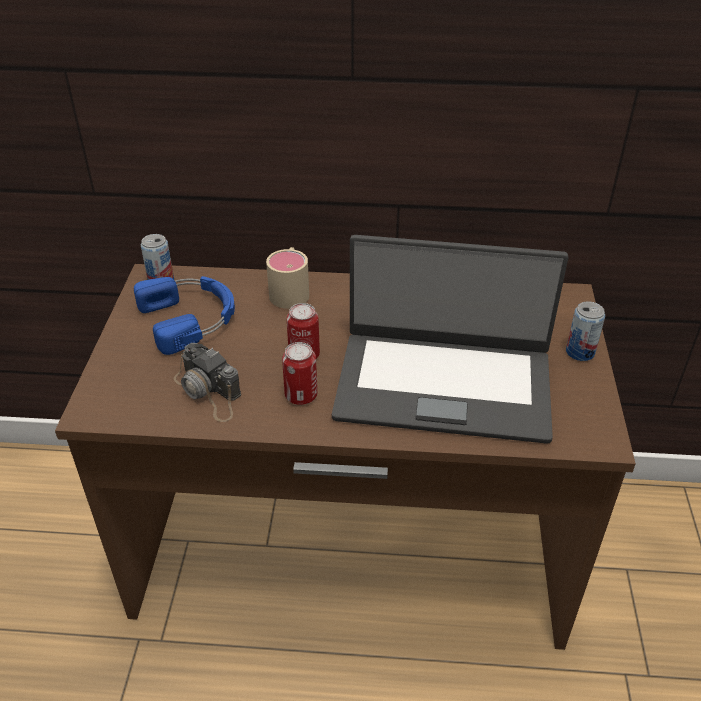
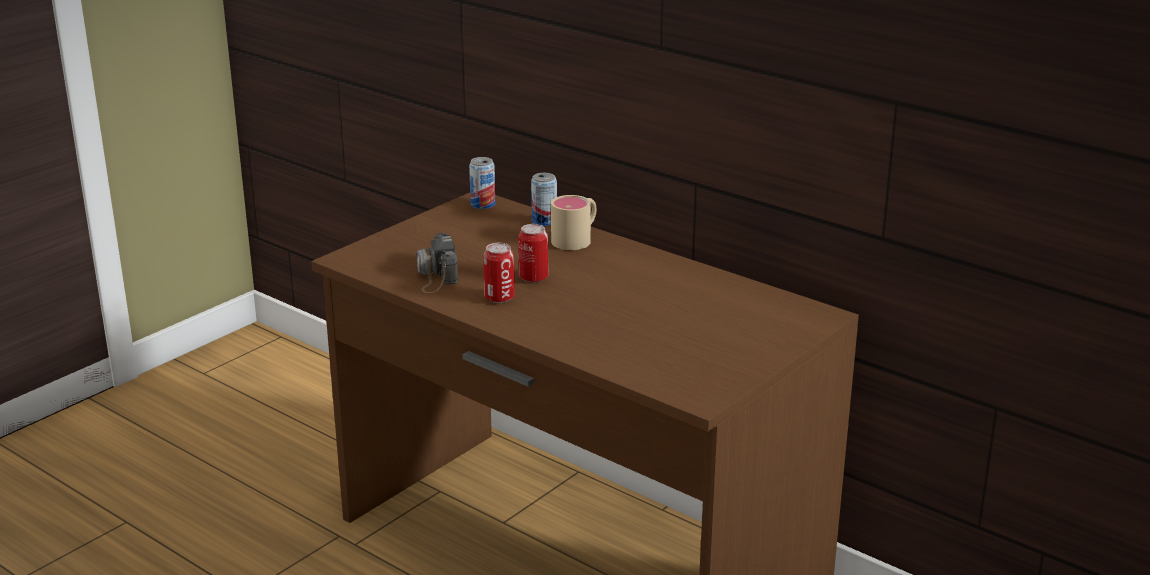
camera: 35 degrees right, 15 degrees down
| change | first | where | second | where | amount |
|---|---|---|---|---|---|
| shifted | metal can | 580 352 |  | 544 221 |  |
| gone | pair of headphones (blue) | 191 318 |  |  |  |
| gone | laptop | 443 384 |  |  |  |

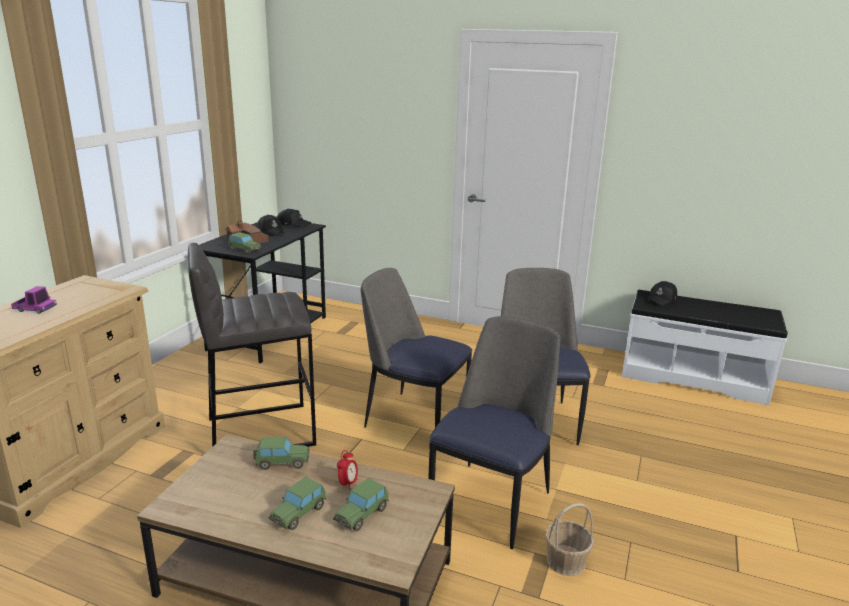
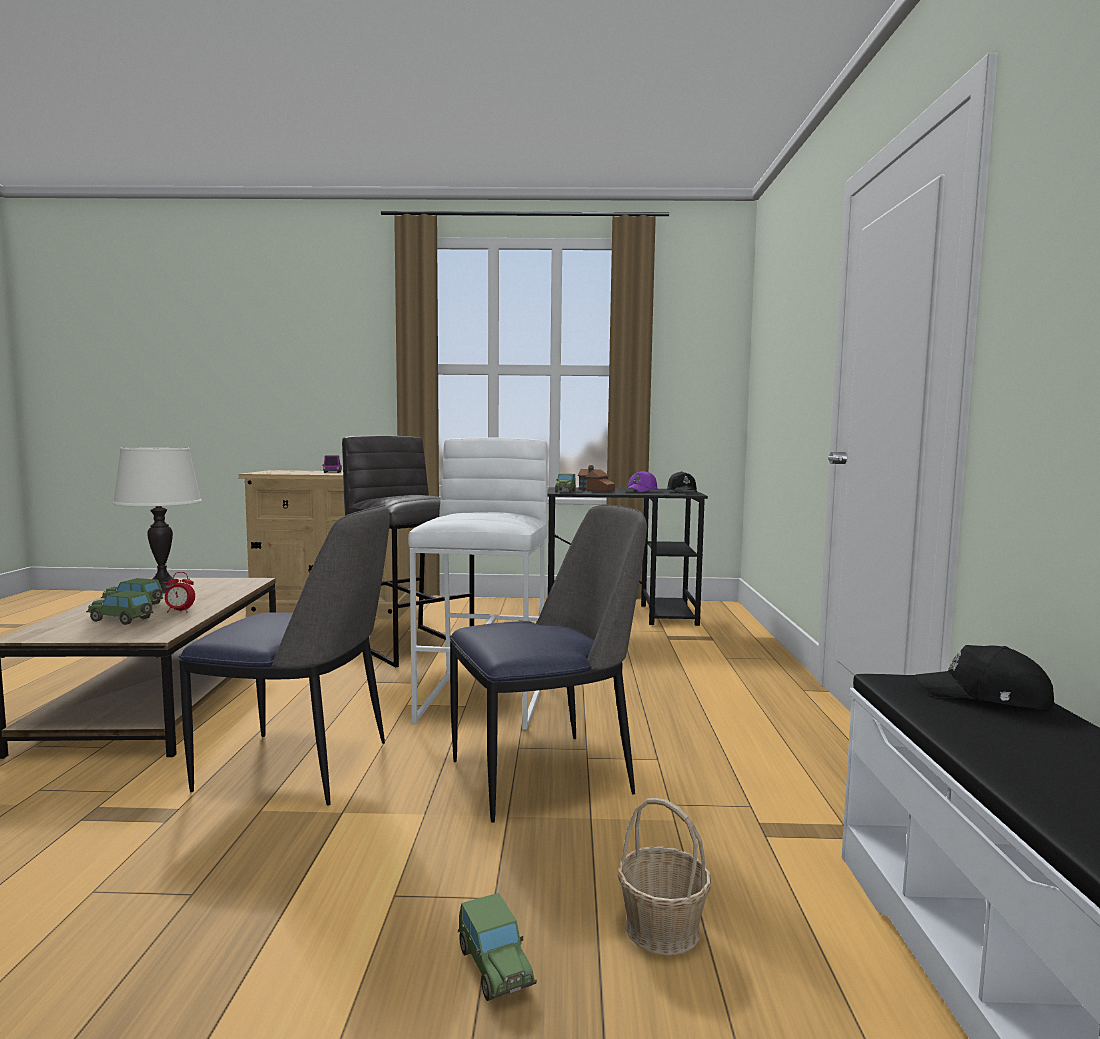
camera: 70 degrees right, 15 degrees down
| change | first | where | second | where | amount |
|---|---|---|---|---|---|
| new |  |  | tabletop lamp (whitish) | 162 589 |  |
| swapped | upright chair | 413 419 | stool seat (whitish) | 485 699 |  |
| shifted | miniature car | 282 462 |  | 494 966 |  |
| shifted | basket | 565 561 |  | 662 928 |  |
| repainted | baseball cap (black) | 271 231 | baseball cap (purple-coloured) | 641 491 |  |

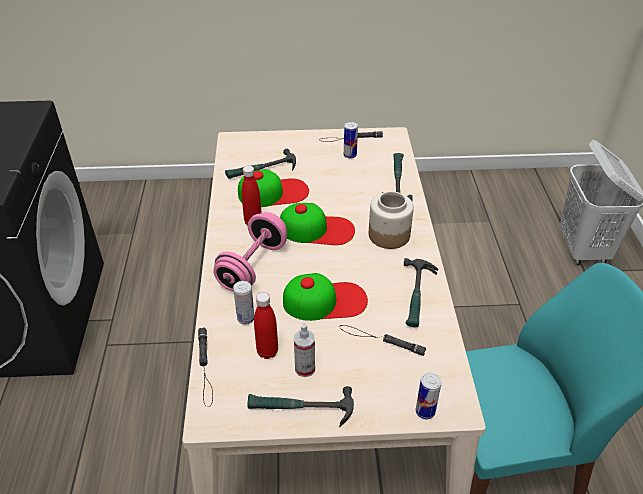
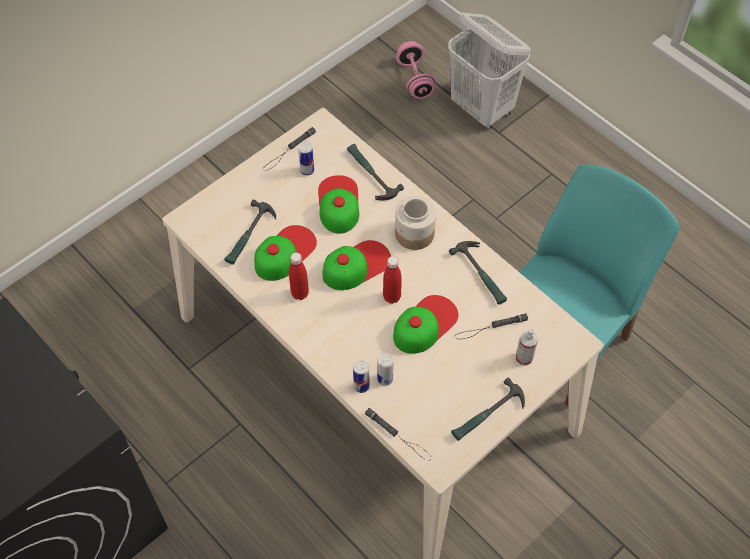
camera: 40 degrees left, 15 degrees up
| change | first | where | second | where | amount |
|---|---|---|---|---|---|
| new |  |  | baseball cap | 338 204 |  |
| shifted | metal can | 425 411 |  | 361 386 |  |
| shifted | beverage bottle (red-coloured) | 267 352 |  | 392 297 |  |
| shifted | hand weight (pink-coloured) | 253 266 |  | 415 79 |  |
| shifted | hand sprayer | 305 368 |  | 524 358 |  |

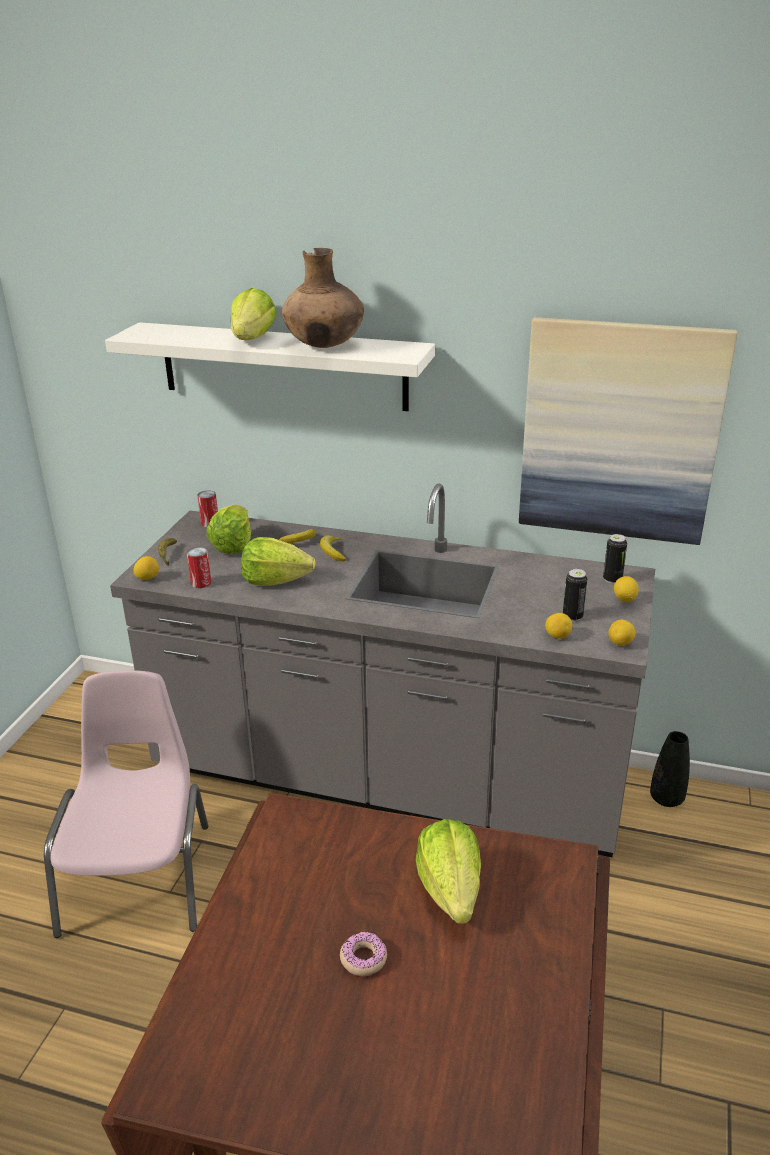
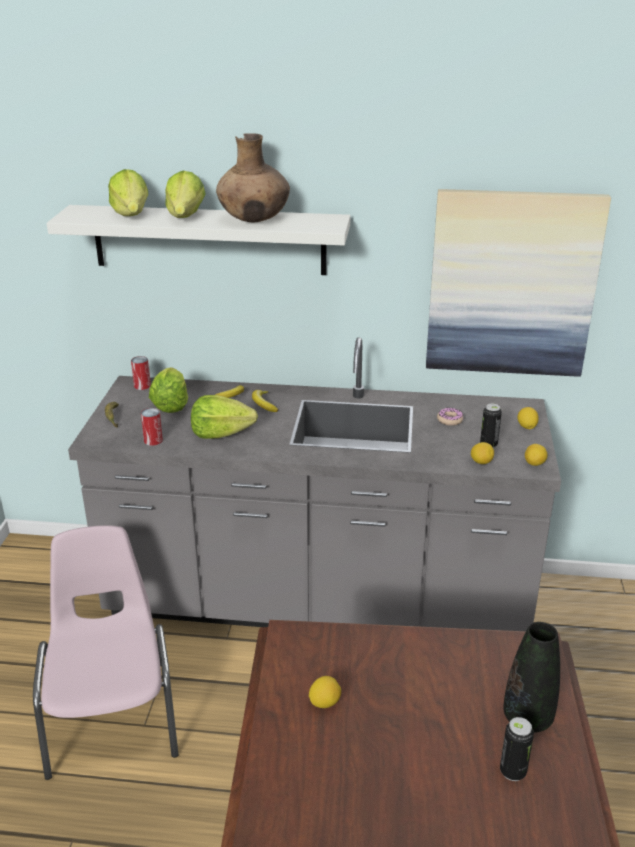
camera: 10 degrees left, 0 degrees up
| change | first | where | second | where | amount |
|---|---|---|---|---|---|
| shifted | lettuce | 450 890 |  | 131 215 |  |
| shifted | citrus fruit | 147 578 |  | 324 702 |  |
| shifted | donut | 363 958 |  | 449 420 |  |
| shifted | metal can | 612 579 |  | 512 771 |  |
| shifted | flower vase (black) | 666 799 |  | 527 718 |  |

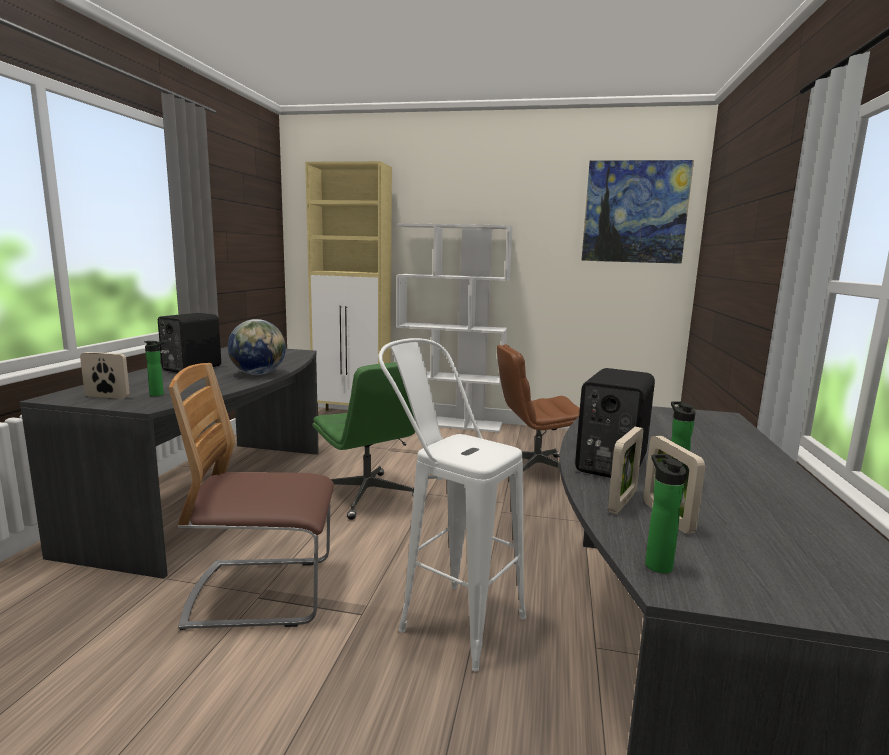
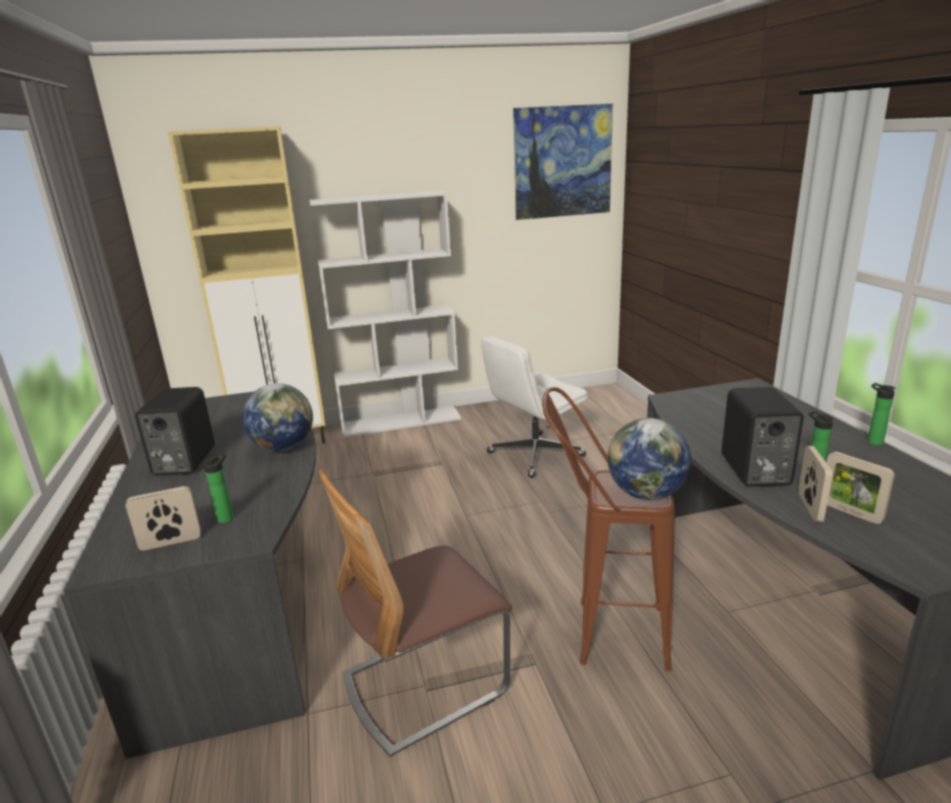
camera: 25 degrees left, 10 degrees up
| change | first | where | second | where | amount |
|---|---|---|---|---|---|
| repainted | office chair (brown-coloured) | 535 470 | office chair (whitish) | 534 455 |  |
| repainted | stool seat (whitish) | 447 616 | stool seat (brown-coloured) | 604 633 |  |
| new |  |  | world globe | 646 494 |  |
| shifted | beverage bottle | 656 564 |  | 872 441 |  |
| gone | office chair (green) | 368 496 |  |  |  |

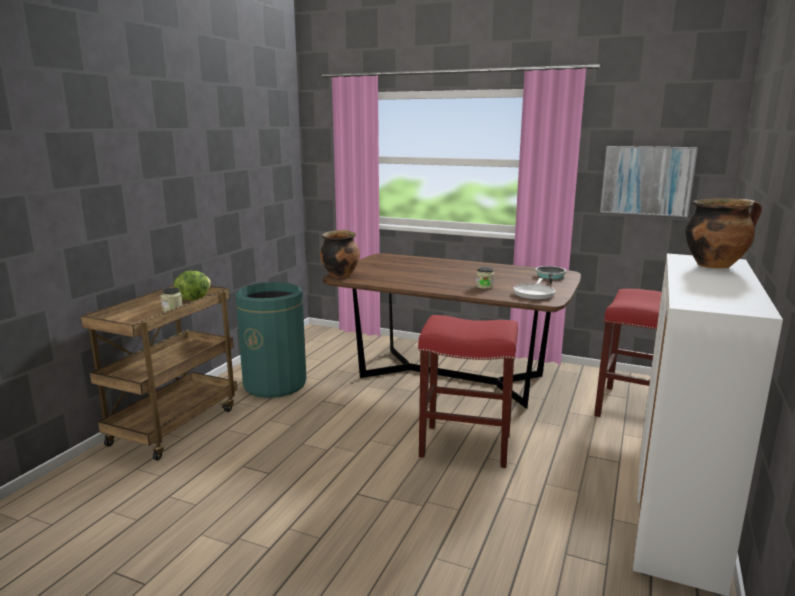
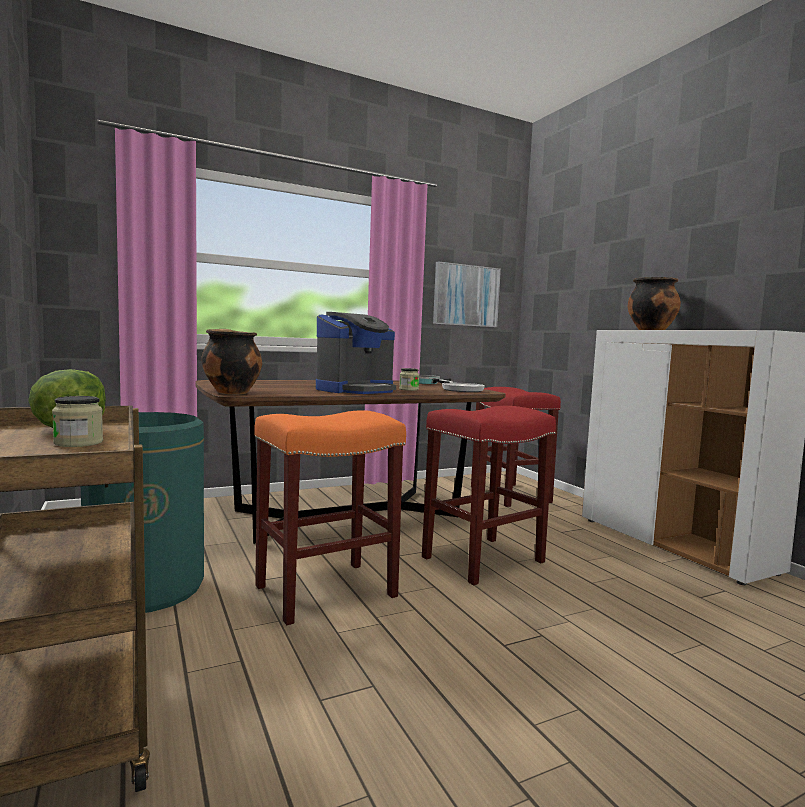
camera: 50 degrees left, 10 degrees down
| change | first | where | second | where | amount |
|---|---|---|---|---|---|
| new |  |  | stool seat (orange) | 324 592 |  |
| new |  |  | coffee machine | 356 390 |  |

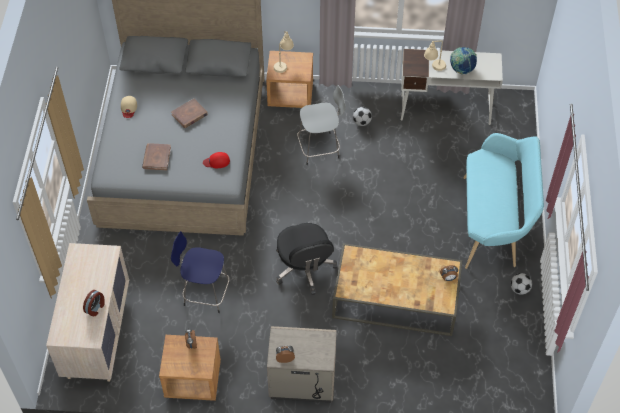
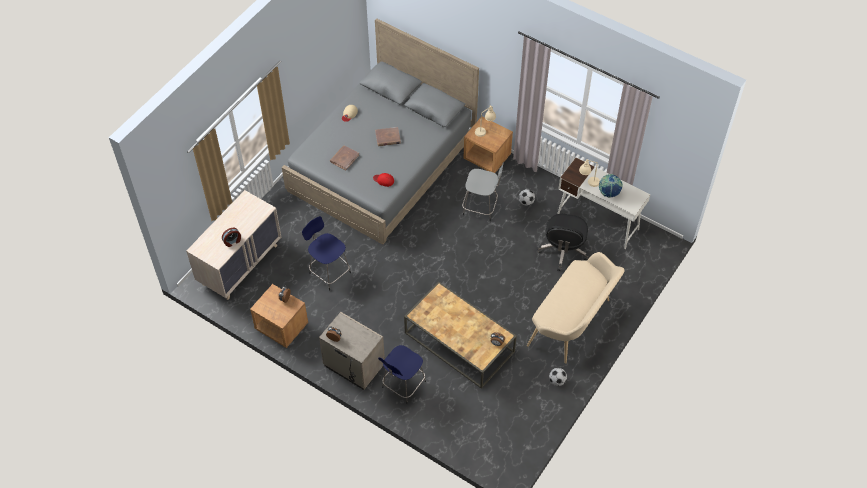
camera: 30 degrees right, 0 degrees up
| change | first | where | second | where | amount |
|---|---|---|---|---|---|
| new |  |  | stool seat (blue) | 403 385 |  |
| repainted | indoor bench (blue-green) | 494 223 | indoor bench (beige) | 573 324 |  |
| shifted | office chair (black) | 304 268 |  | 563 250 |  |

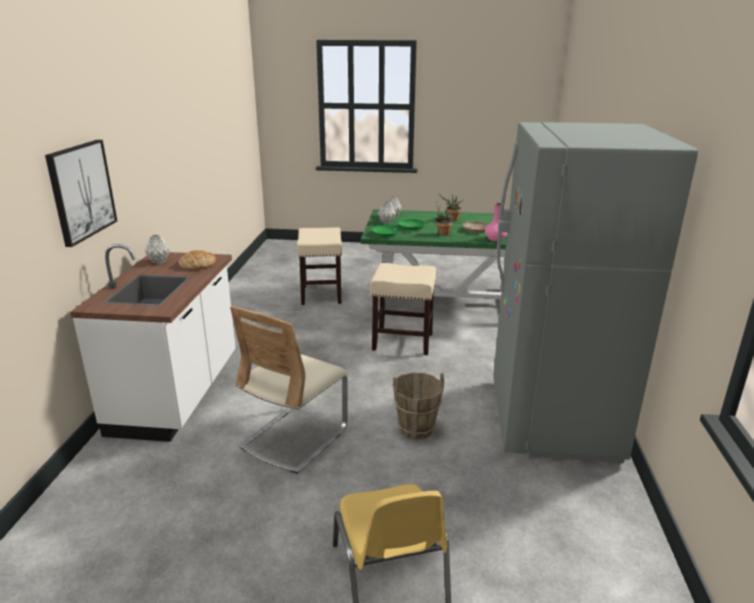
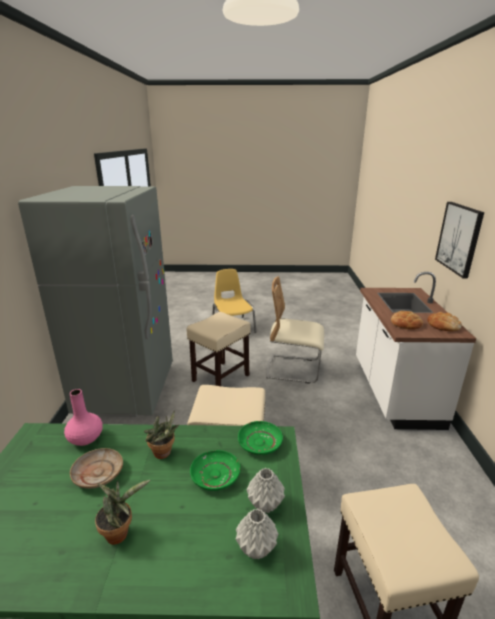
camera: 175 degrees right, 0 degrees up
| change | first | where | second | where | amount |
|---|---|---|---|---|---|
| swapped | bucket (brown-coloured) | 416 428 | stool seat (beige) | 220 378 |  |
| rotated | upright chair (beige) | 294 438 |  | 293 369 | 105 degrees counterclockwise |
| swapped | flower vase (greyish) | 159 261 | bread | 443 325 |  |

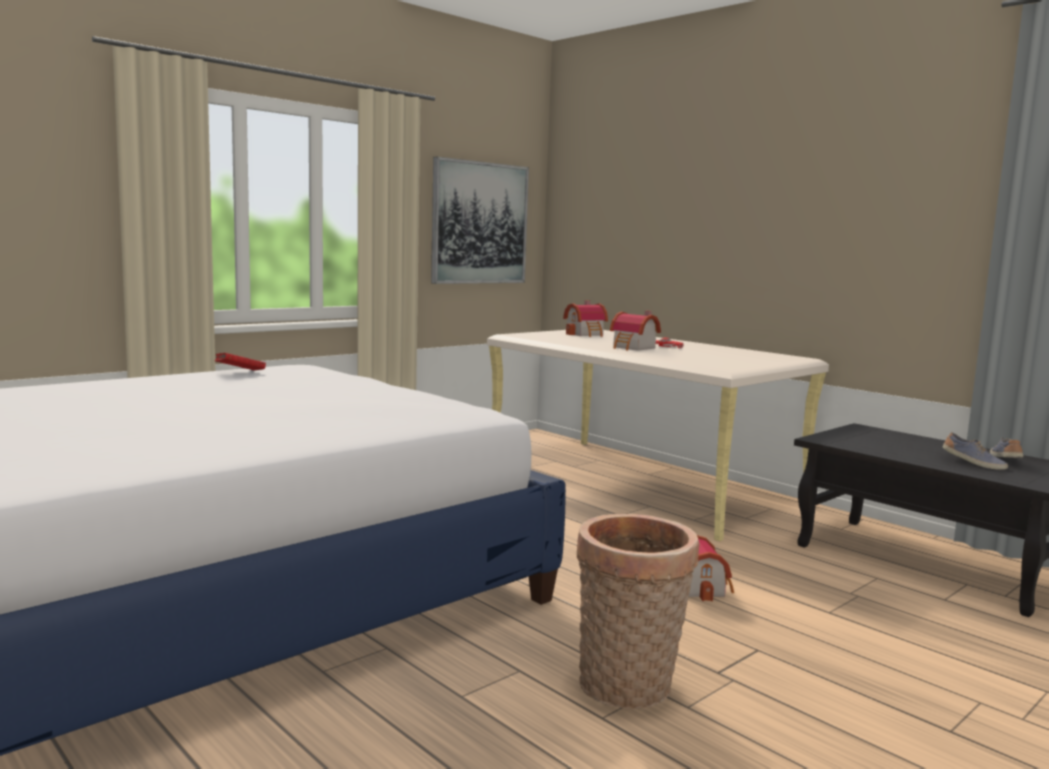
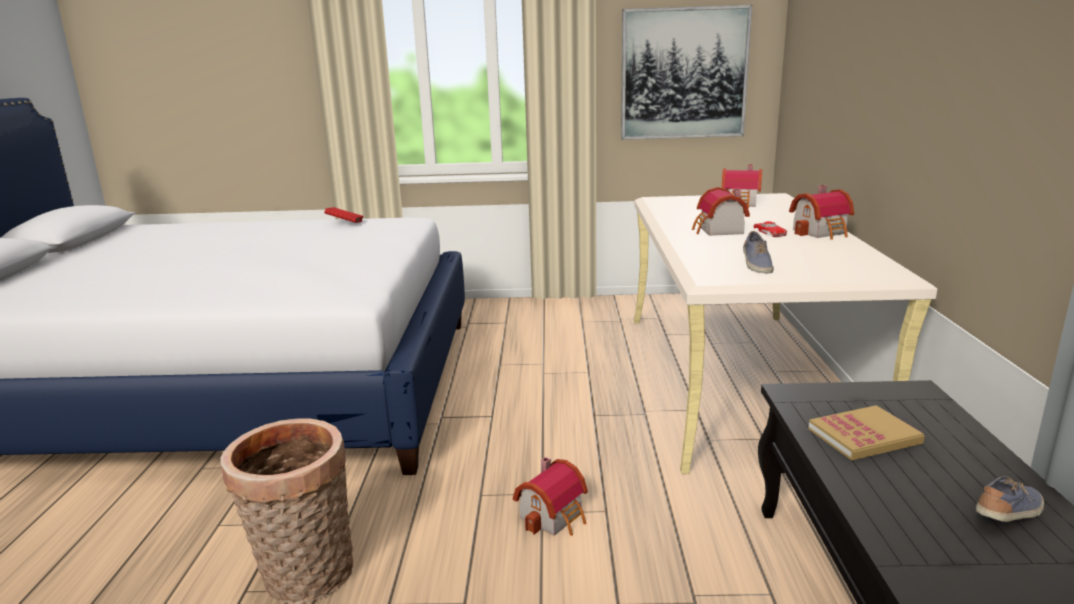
camera: 45 degrees right, 10 degrees up
| change | first | where | second | where | amount |
|---|---|---|---|---|---|
| shifted | item of footwear | 973 463 |  | 756 265 |  |
| new |  |  | toy house | 822 232 |  |
| new |  |  | book | 864 436 |  |

